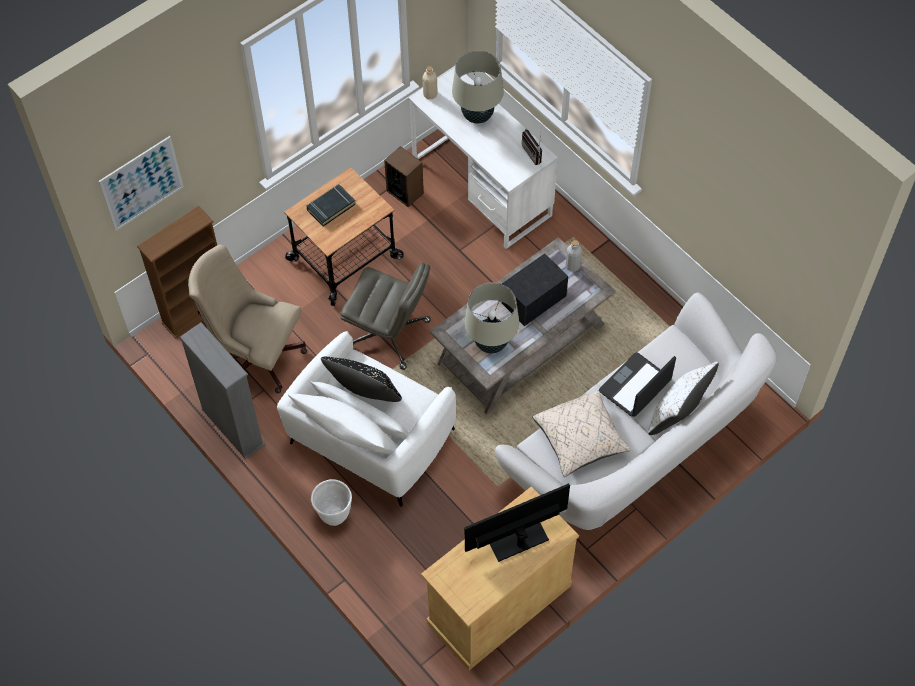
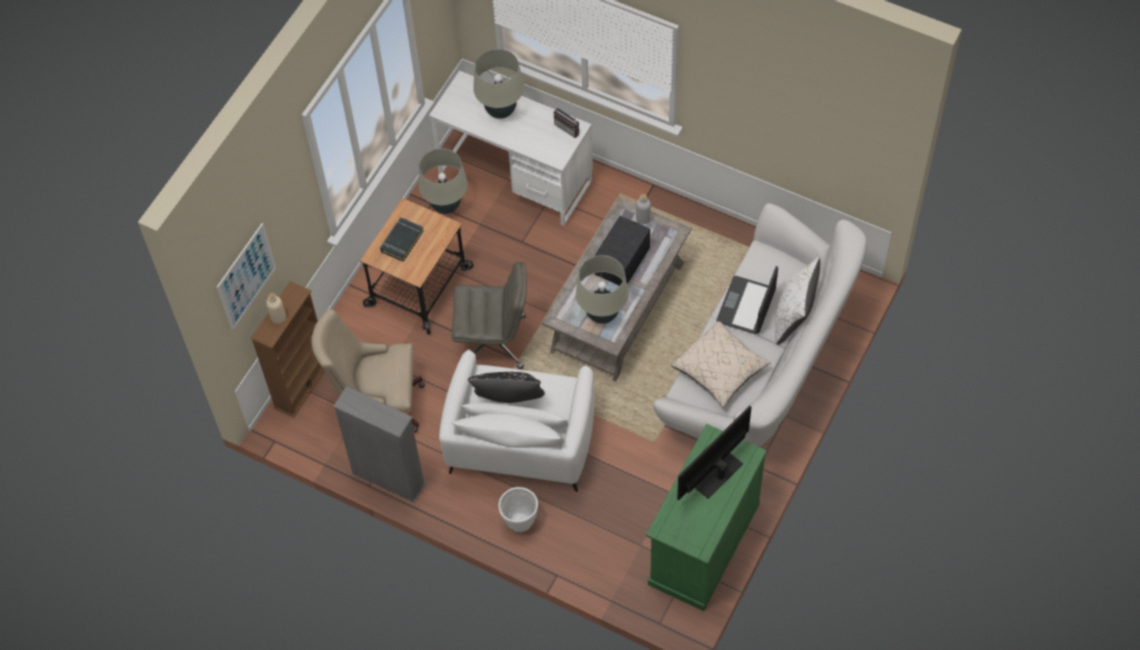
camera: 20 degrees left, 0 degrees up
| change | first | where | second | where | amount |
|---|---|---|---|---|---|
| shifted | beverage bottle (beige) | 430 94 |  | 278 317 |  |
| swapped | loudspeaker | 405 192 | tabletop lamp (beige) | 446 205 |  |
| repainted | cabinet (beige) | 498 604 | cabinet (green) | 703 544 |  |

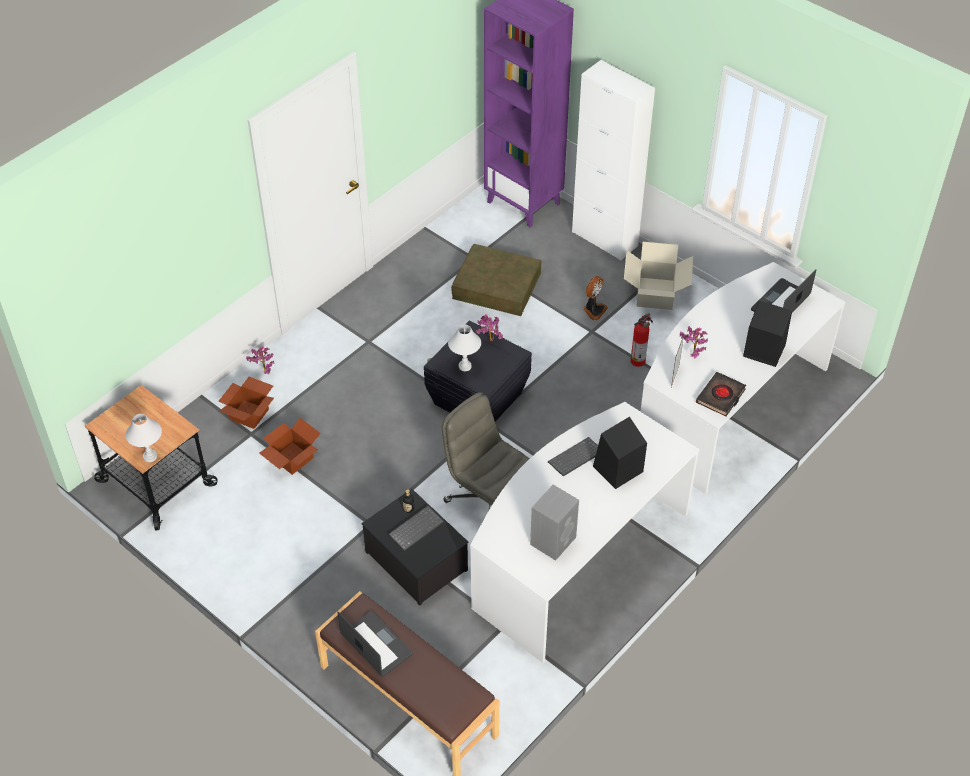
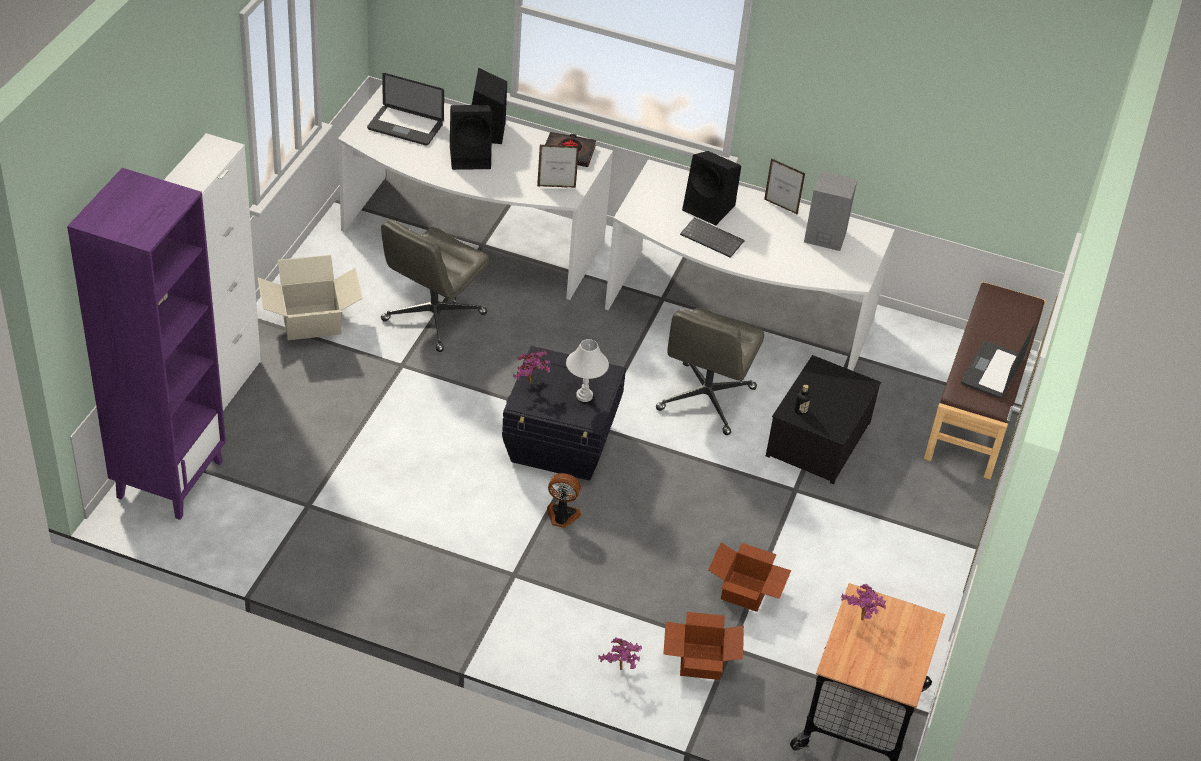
camera: 115 degrees left, 5 degrees down
| change | first | where | second | where | amount |
|---|---|---|---|---|---|
| swapped | fire extinguisher | 638 360 | office chair (greyish) | 433 318 |  |
| new |  |  | loudspeaker (black) | 471 157 |  |
| shifted | cooling fan | 593 310 |  | 562 516 |  |
| new |  |  | photo frame | 780 207 |  |
| shifted | plant in a pot | 692 354 |  | 861 621 |  |
| gone | tabletop lamp (whitish) | 150 456 |  |  |  |
| gone | PC keyboard | 416 528 |  |  |  |
| gone | storage container (brown-coloured) | 496 286 |  |  |  |

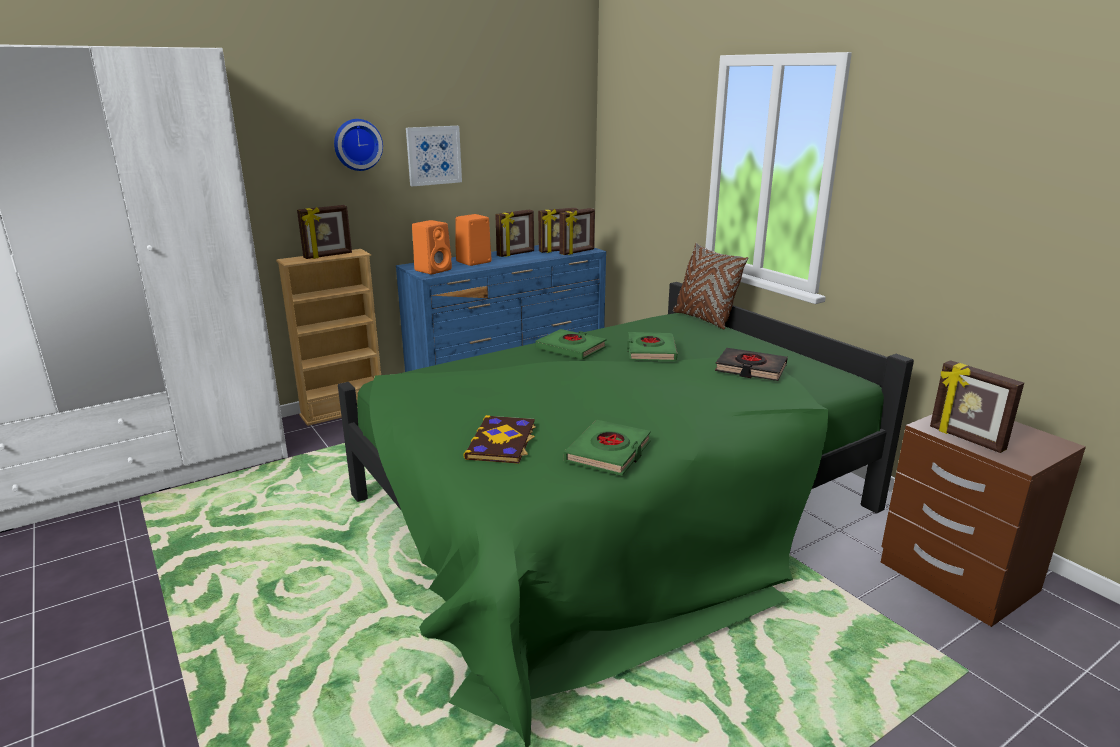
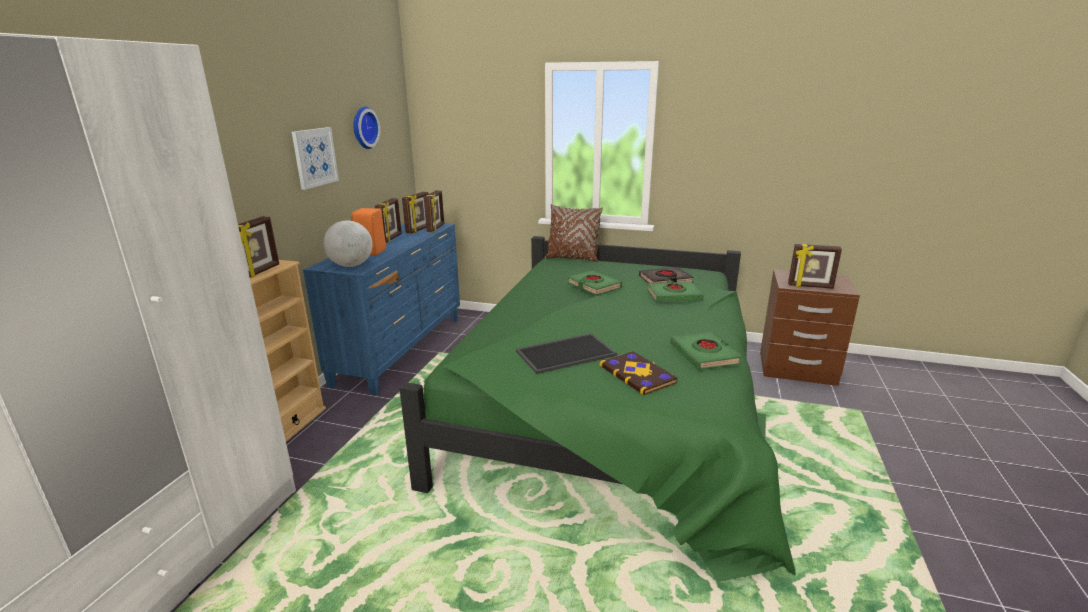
camera: 40 degrees left, 0 degrees up
| change | first | where | second | where | amount |
|---|---|---|---|---|---|
| swapped | loudspeaker (orange) | 433 270 | world globe | 351 265 |  |
| shifted | wall clock | 357 144 |  | 363 127 |  |
| new |  |  | serving tray | 566 352 |  |
| shifted | book (green) | 571 348 |  | 674 296 |  |

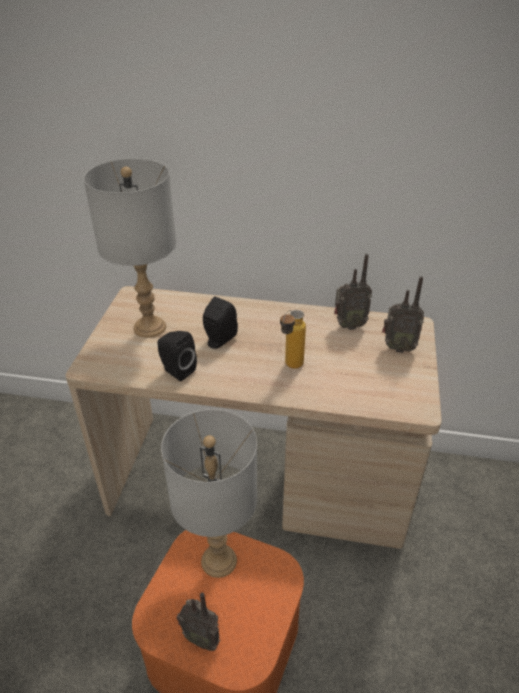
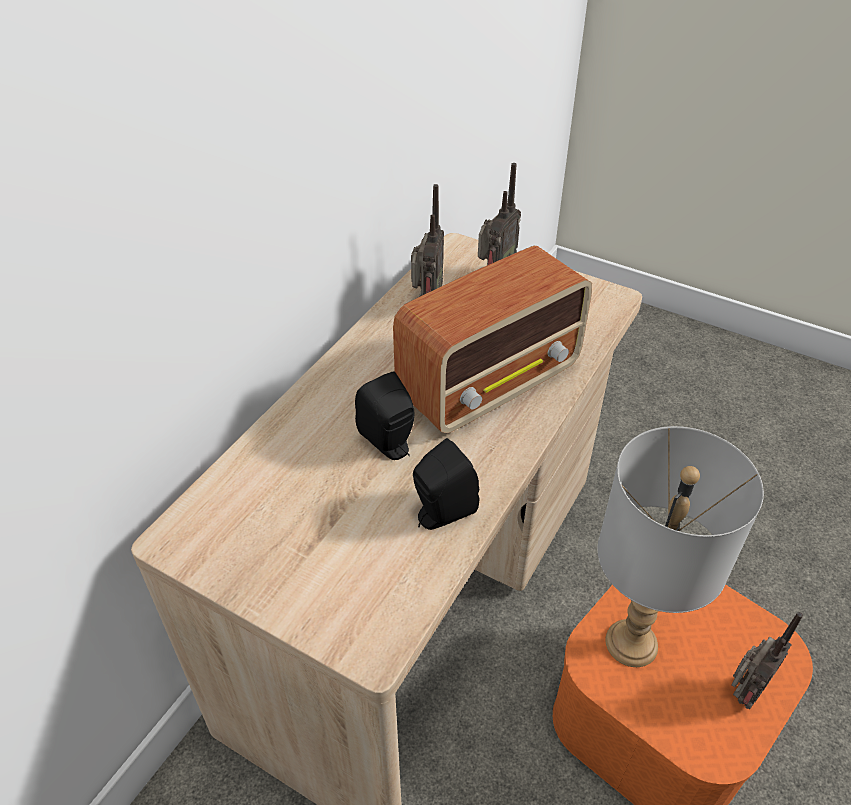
camera: 70 degrees left, 5 degrees up
| change | first | where | second | where | amount |
|---|---|---|---|---|---|
| swapped | beverage bottle | 290 367 | radio | 491 382 |  |
| gone | tabletop lamp (greyish) | 149 328 |  |  |  |

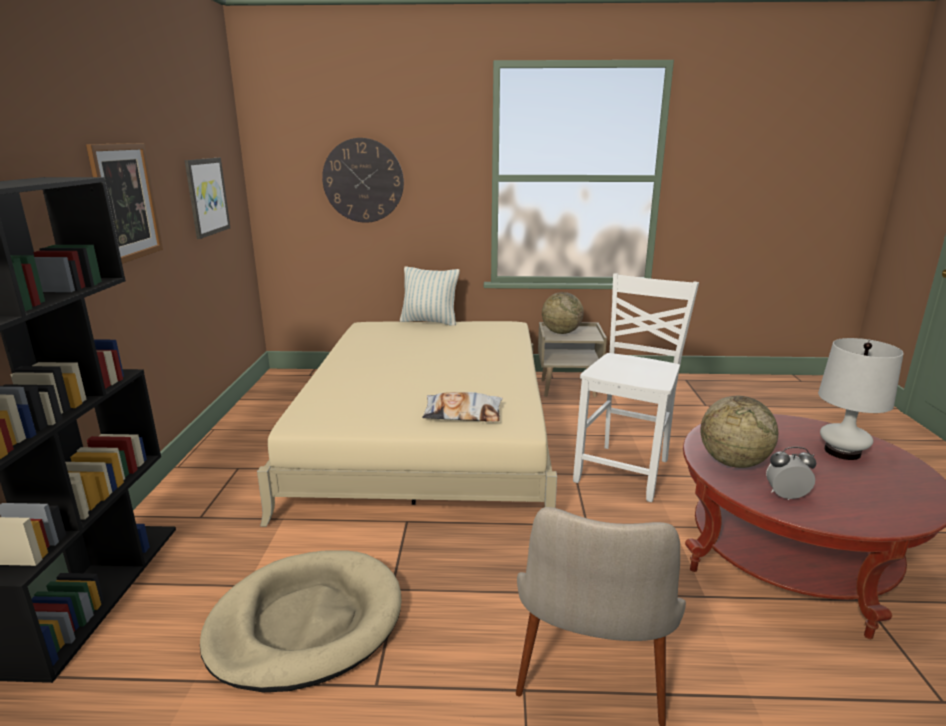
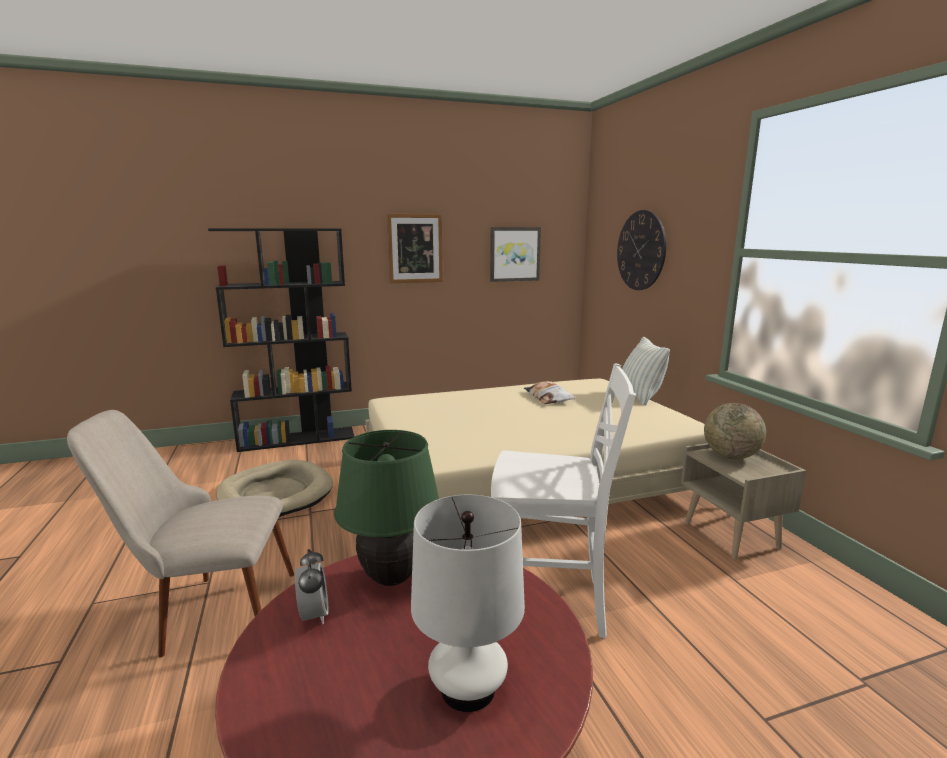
camera: 70 degrees right, 5 degrees down
| change | first | where | second | where | amount |
|---|---|---|---|---|---|
| swapped | world globe | 733 462 | tabletop lamp (green) | 391 577 |  |
| shifted | pillow | 463 414 |  | 548 398 |  |

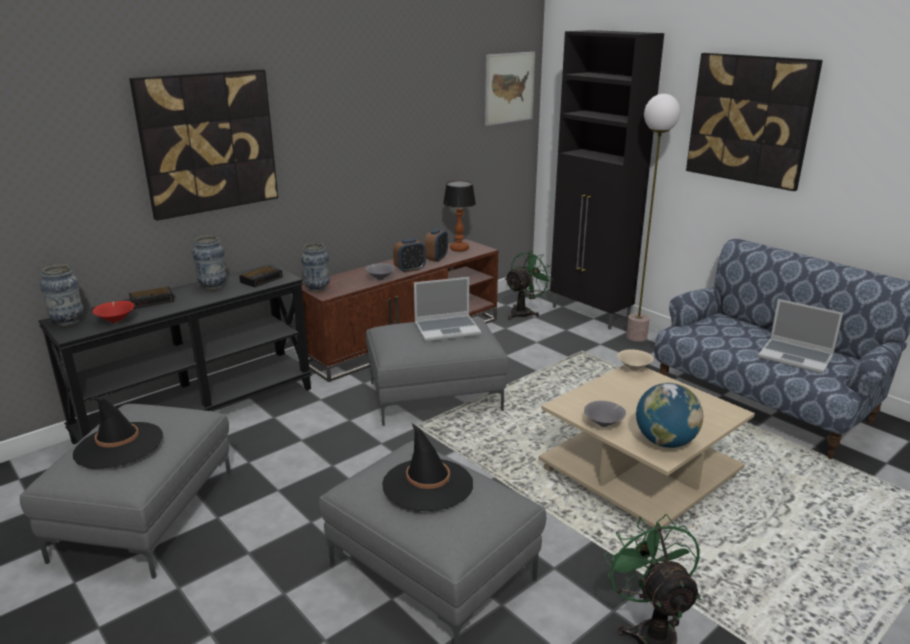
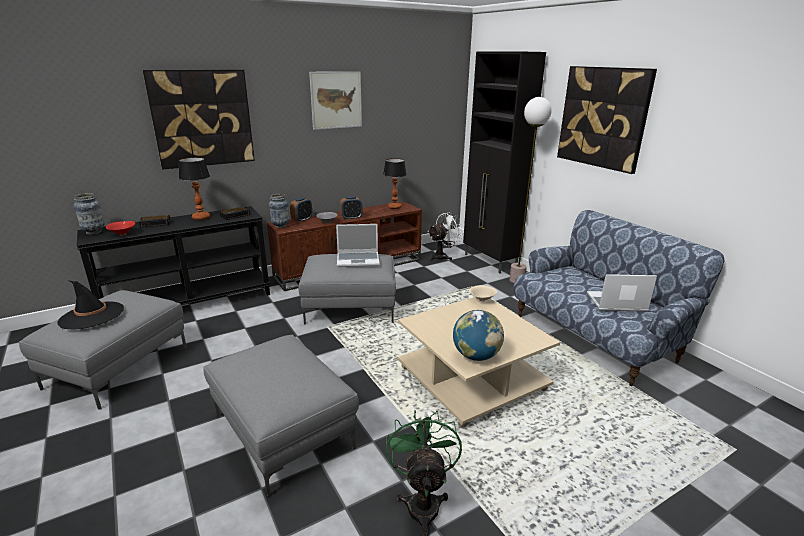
camera: 10 degrees right, 0 degrees up
| change | first | where | second | where | amount |
|---|---|---|---|---|---|
| swapped | flower vase | 213 287 | tabletop lamp | 200 218 |  |
| shifted | alarm clock | 436 258 |  | 302 220 |  |
| shifted | wall art | 509 88 |  | 336 100 |  |
| repainted | cooling fan (green) | 524 312 | cooling fan (whitish) | 442 257 |  |
| rotated | laptop | 796 357 |  | 615 303 | 135 degrees clockwise |
| gone | hat (black) | 427 484 |  |  |  |
| gone | serving bowl (greyish) | 604 424 |  |  |  |

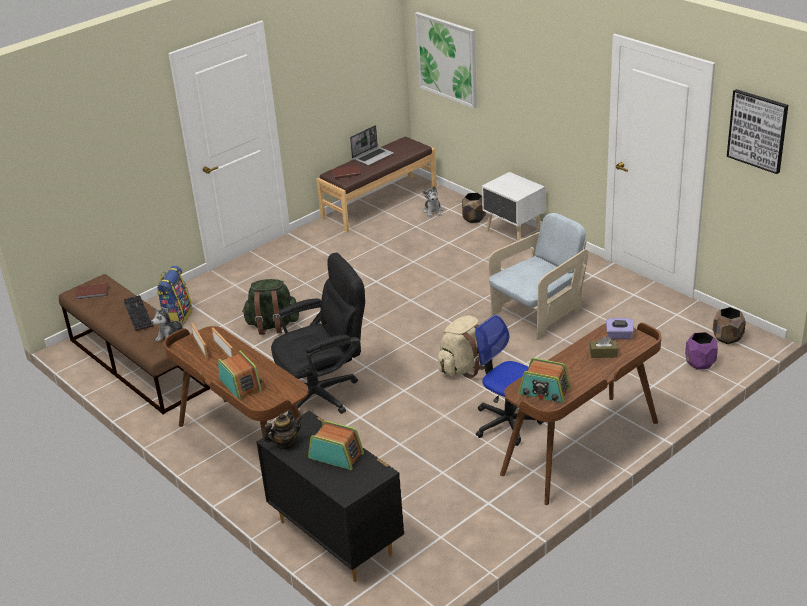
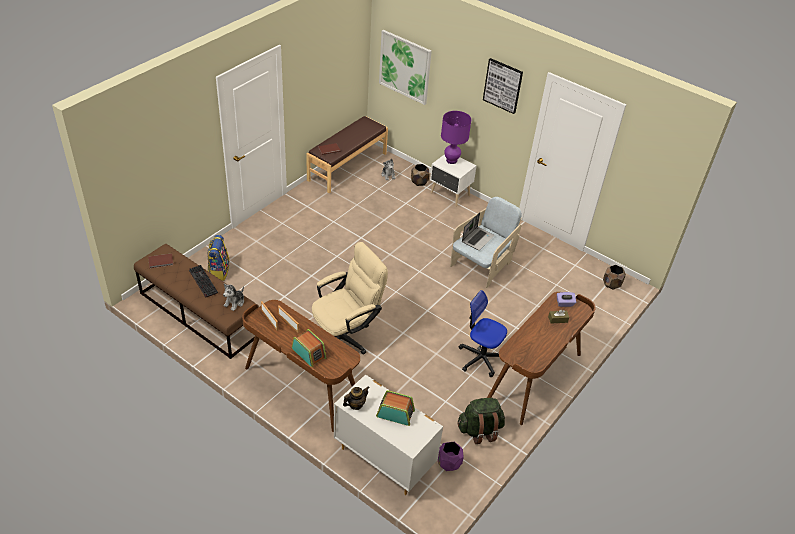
camera: 15 degrees left, 10 degrees up
| change | first | where | second | where | amount |
|---|---|---|---|---|---|
| repainted | office chair (black) | 324 392 | office chair (beige) | 346 336 |  |
| repainted | dresser (black) | 336 537 | dresser (whitish) | 383 459 |  |
| shifted | plant pot (purple-coloured) | 700 363 |  | 449 463 |  |
| new |  |  | tabletop lamp (purple-coloured) | 451 160 |  |
| shifted | backpack (green) | 272 325 |  | 479 430 |  |
| shifted | laptop | 373 156 |  | 477 238 |  |
| shifted | wall art | 757 130 |  | 503 85 |  |
| gone | backpack (beige) | 463 367 |  |  |  |
| gone | radio | 544 391 |  |  |  |

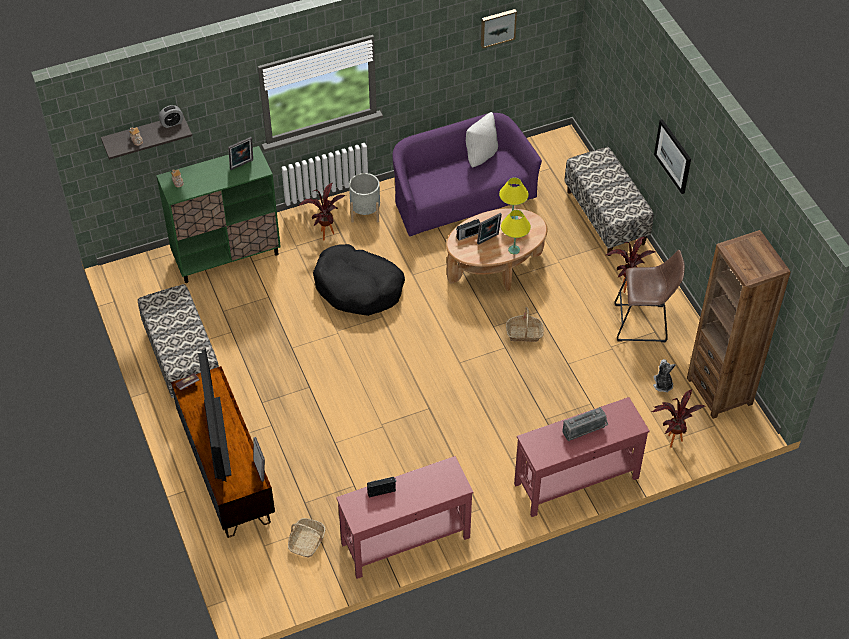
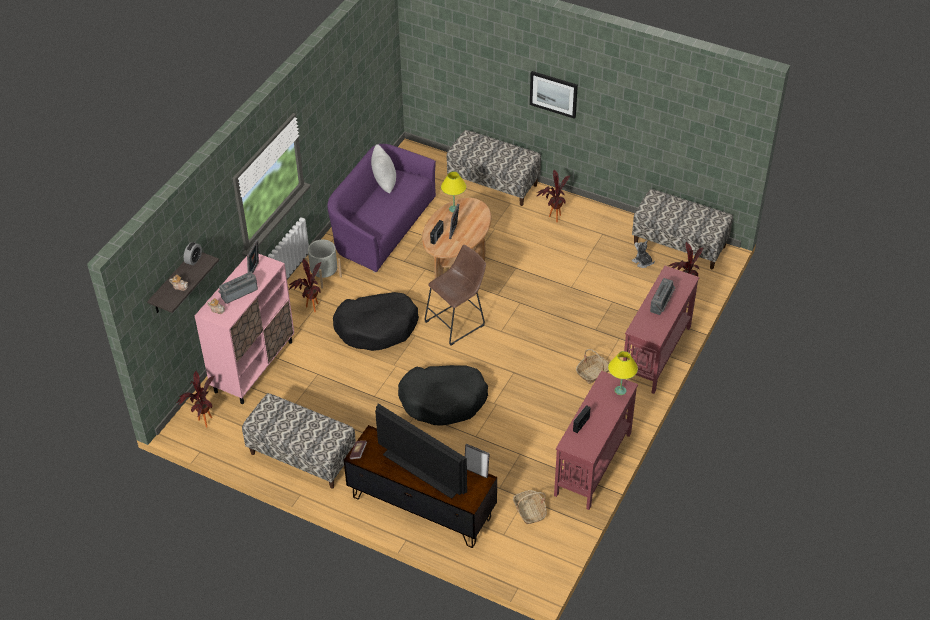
camera: 40 degrees left, 5 degrees down
| change | first | where | second | where | amount |
|---|---|---|---|---|---|
| new |  |  | plant in a pot | 201 421 |  |
| repainted | cabinet (green) | 227 256 | cabinet (pink-coloured) | 254 366 |  |
| new |  |  | radio | 238 292 |  |
| new |  |  | pet bed (black) | 443 400 |  |
| shifted | stool seat (brown-coloured) | 644 324 |  | 457 322 |  |
| shifted | basket | 524 333 |  | 593 372 |  |
| shifted | tabletop lamp (yellow) | 514 250 |  | 620 390 |  |
| swapped | shelving unit (brown-coloured) | 719 391 | indoor bench | 679 244 |  |
| gone | wall art | 497 27 |  |  |  |

